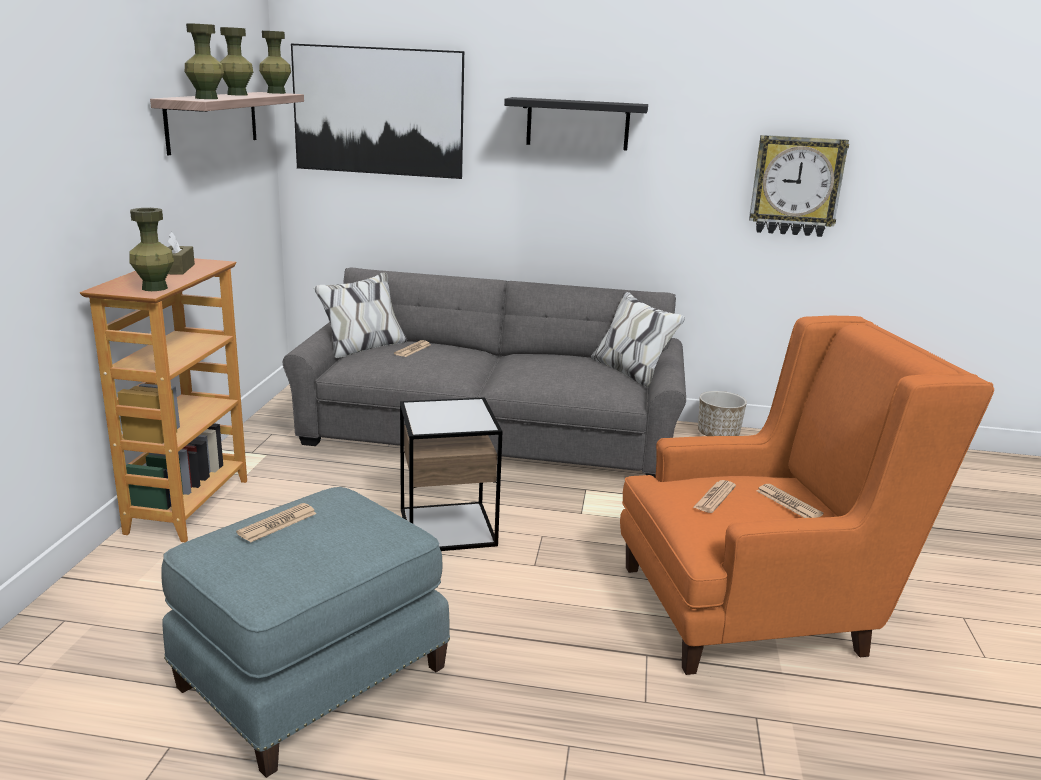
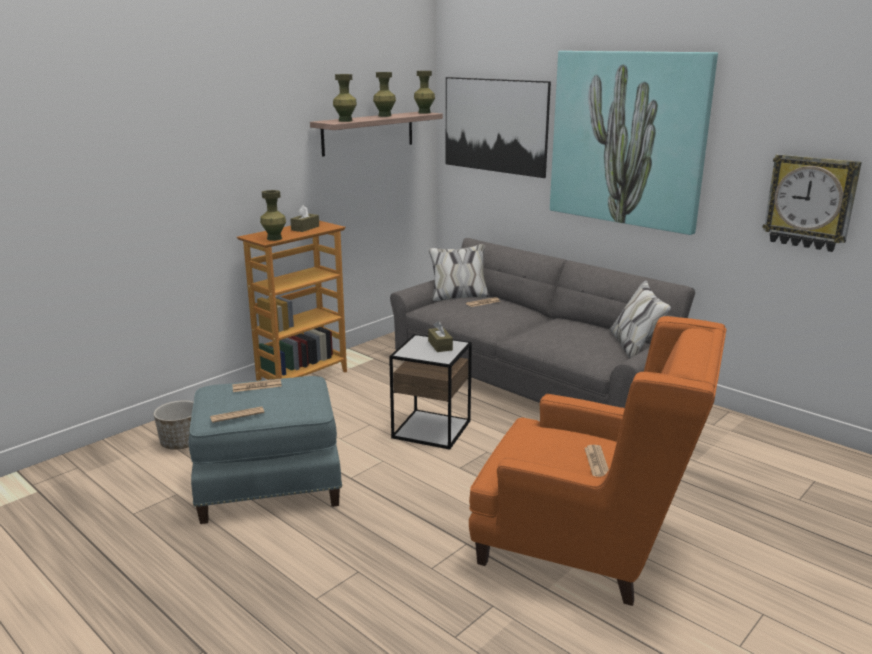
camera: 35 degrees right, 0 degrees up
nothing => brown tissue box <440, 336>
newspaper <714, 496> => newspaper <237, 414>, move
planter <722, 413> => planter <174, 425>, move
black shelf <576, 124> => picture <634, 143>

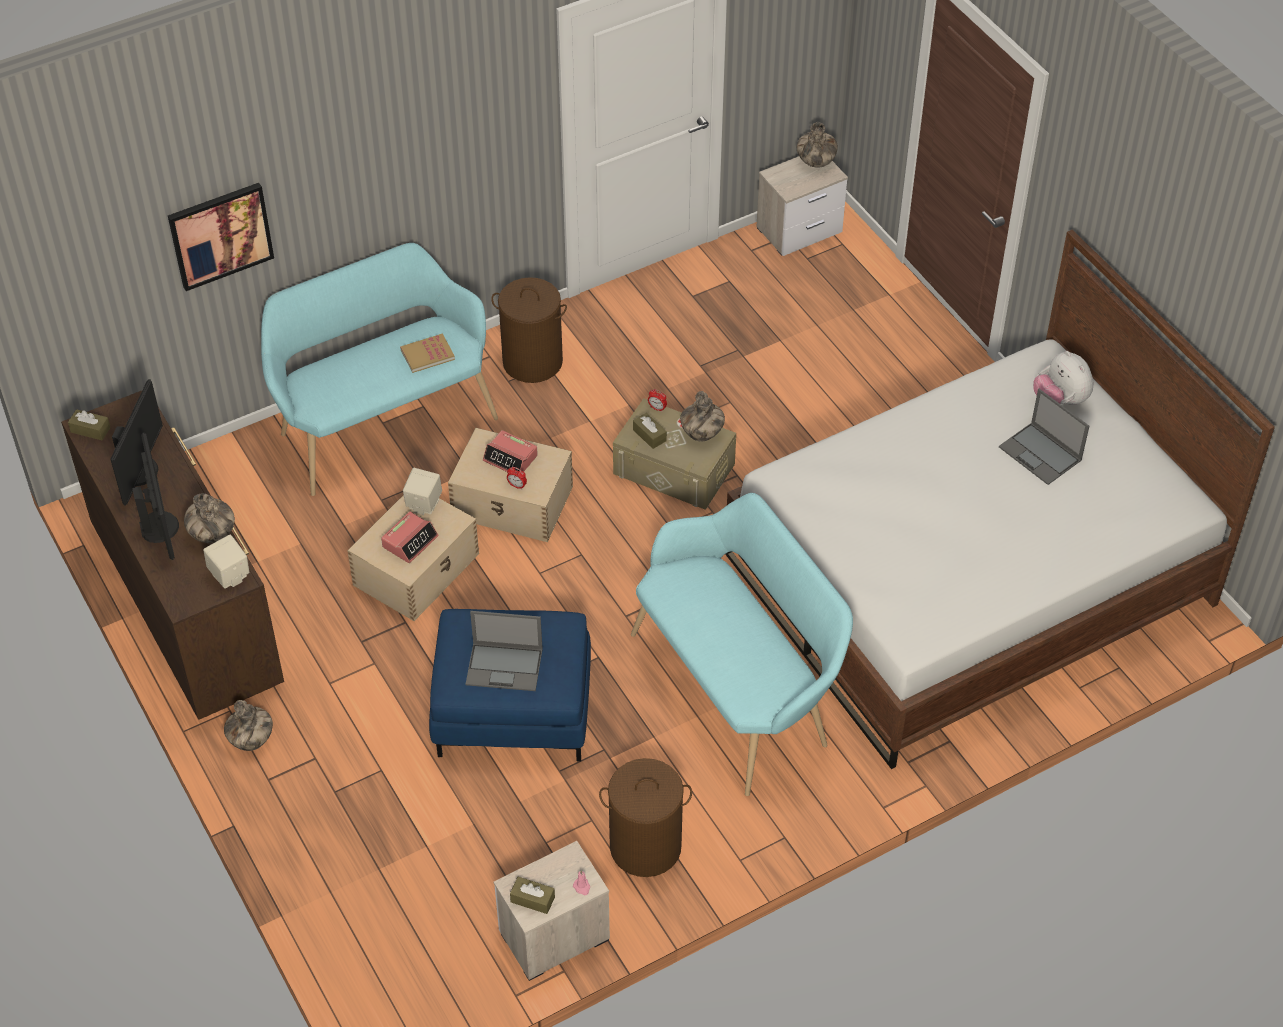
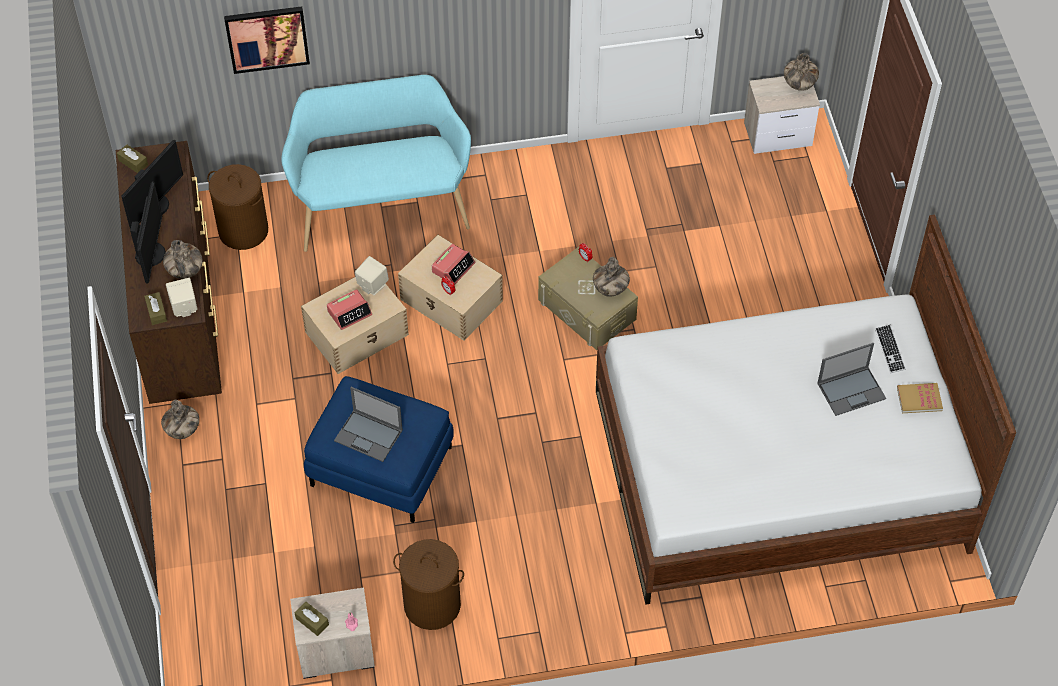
camera: 20 degrees right, 5 degrees up
turquoise bench <742, 644> => nothing
book <427, 353> => book <920, 398>, move
brown laundry basket <529, 330> => brown laundry basket <237, 207>, move
brown tissue box <650, 431> => brown tissue box <155, 308>, move
plush toy <1063, 378> => keyboard <890, 349>
alarm clock <510, 451> => alarm clock <453, 264>, 105 degrees counterclockwise
laptop <1044, 437> => laptop <851, 379>, 90 degrees counterclockwise

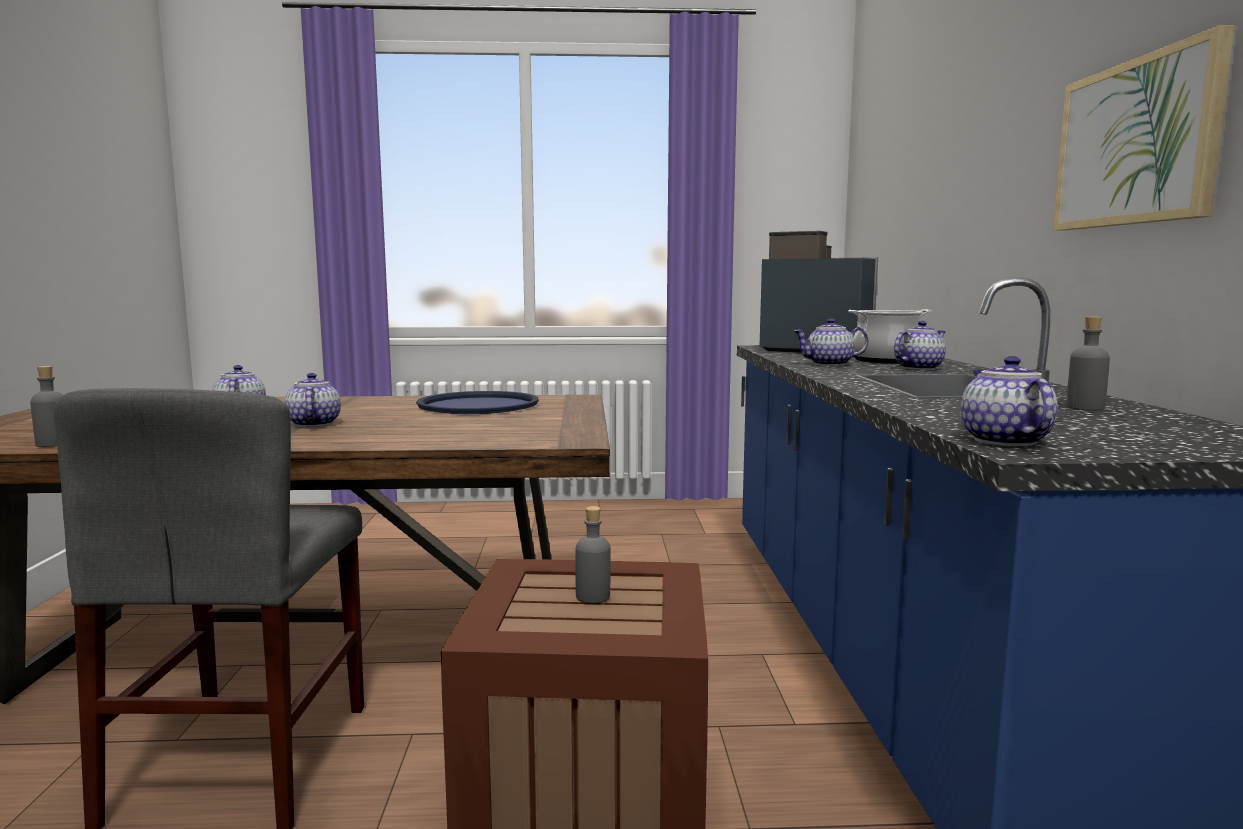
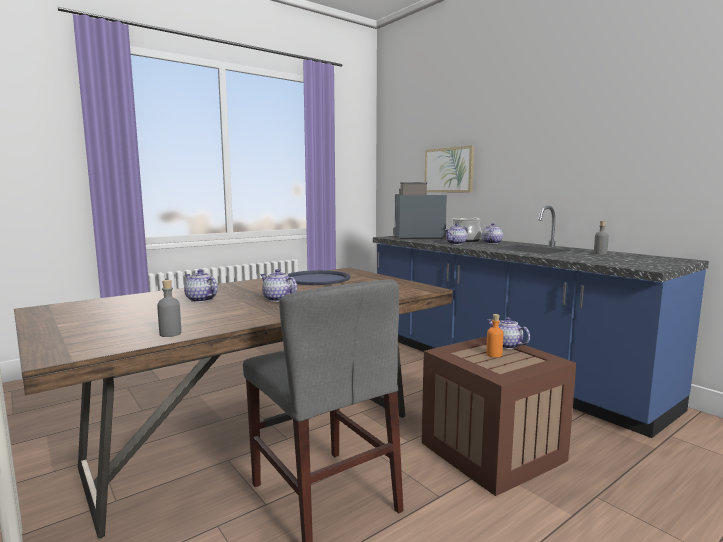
camera: 35 degrees left, 0 degrees up
teapot <1009, 401> => teapot <509, 333>, move
picture <1144, 128> => picture <449, 168>, move
grey bottle <593, 555> => orange bottle <494, 335>

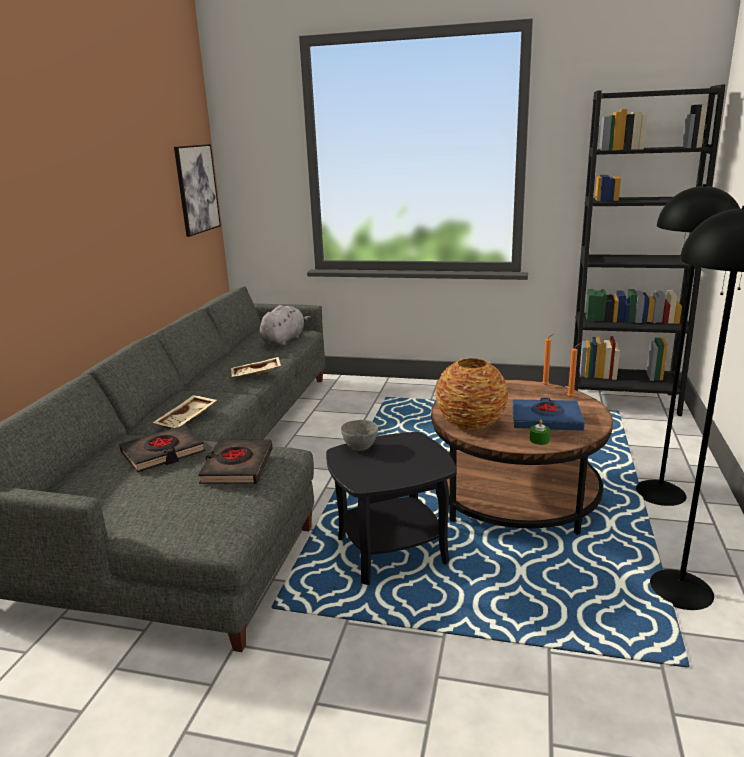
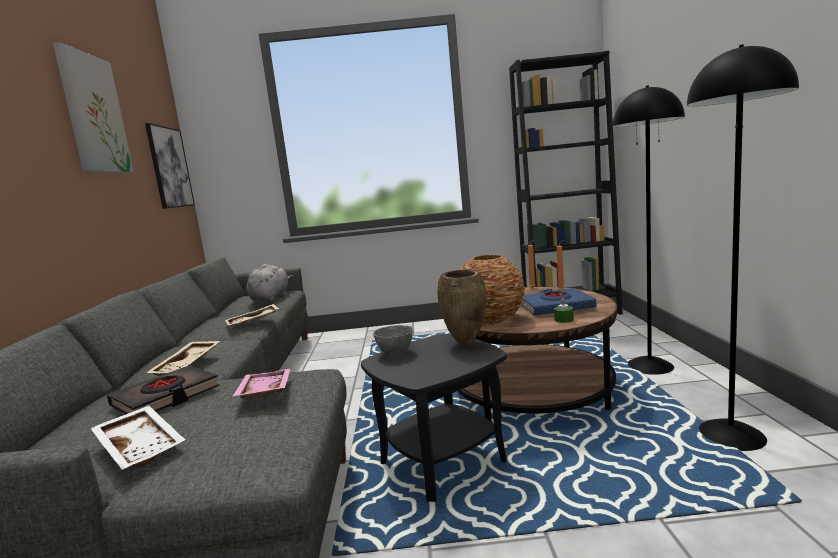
camera: 15 degrees left, 10 degrees down
nothing => picture <93, 107>
nothing => white tray <138, 438>
nothing => brown vase <461, 307>
black book <235, 462> => pink tray <261, 383>

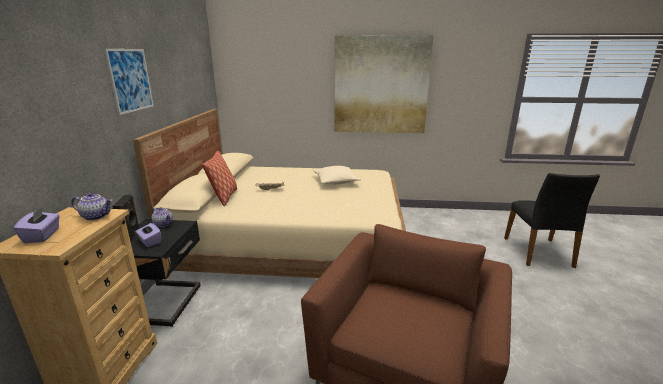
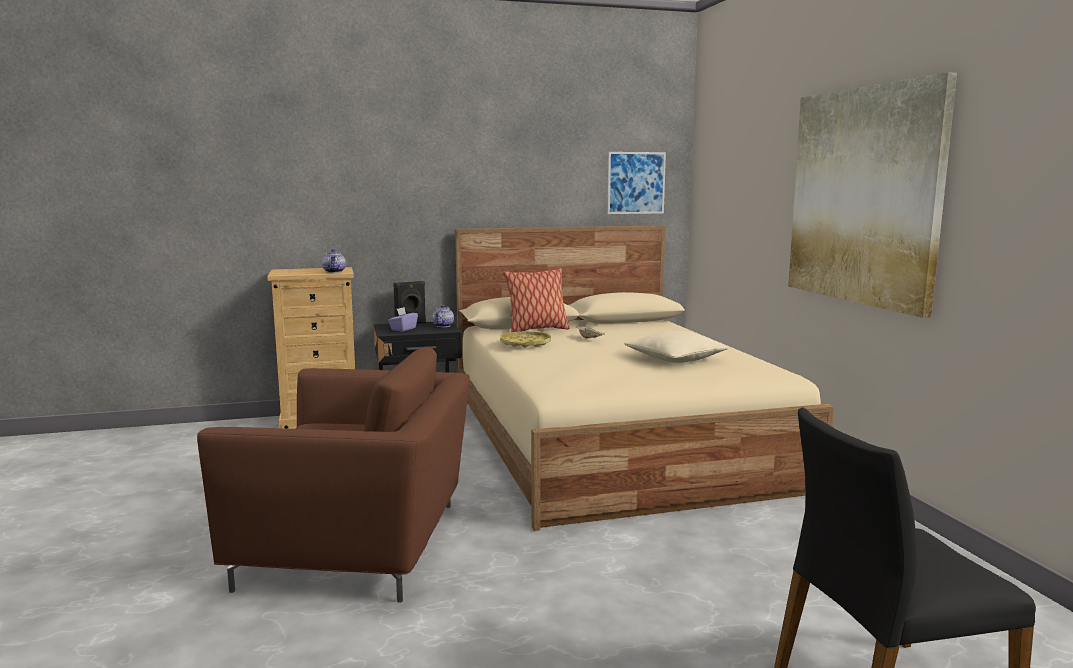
camera: 70 degrees right, 10 degrees down
purple tissue box <37, 225> => nothing
nothing => yellow tray <525, 339>
picture <129, 82> => picture <636, 183>, move

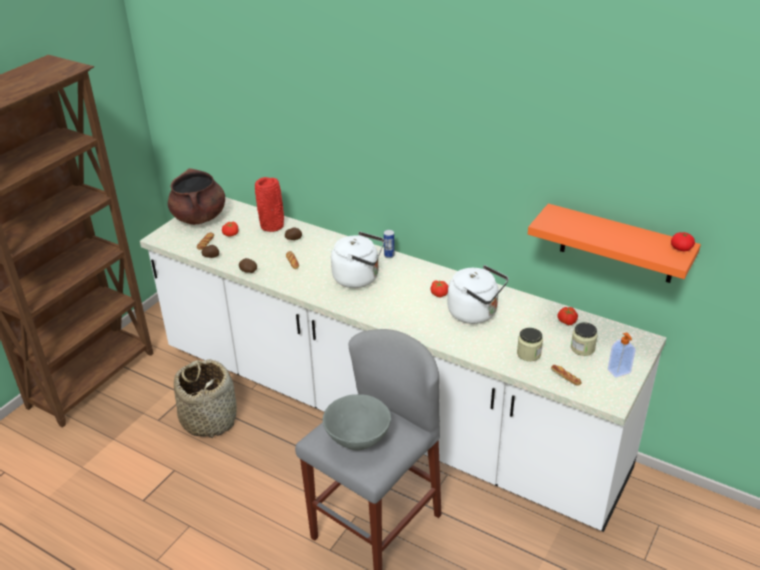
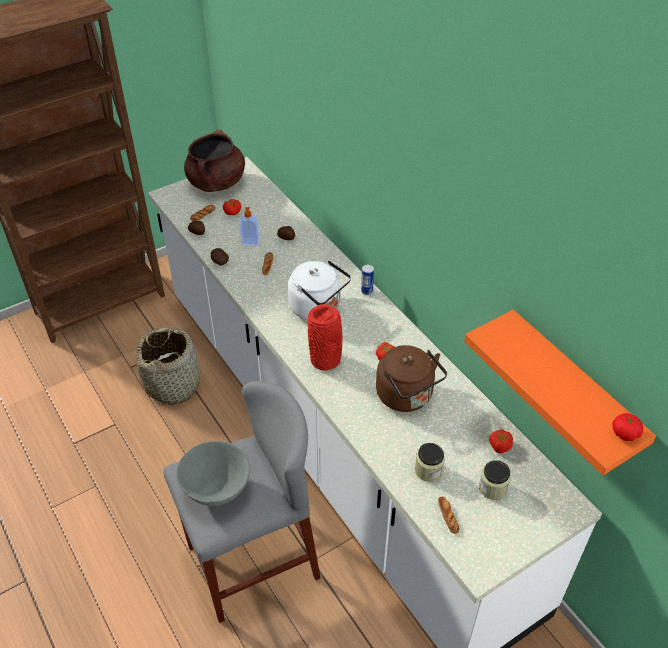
camera: 25 degrees right, 10 degrees up
red vase <269, 204> => red vase <325, 337>, move
soap dispenser <622, 354> => soap dispenser <249, 226>, move
white kettle <477, 294> => brown kettle <411, 378>

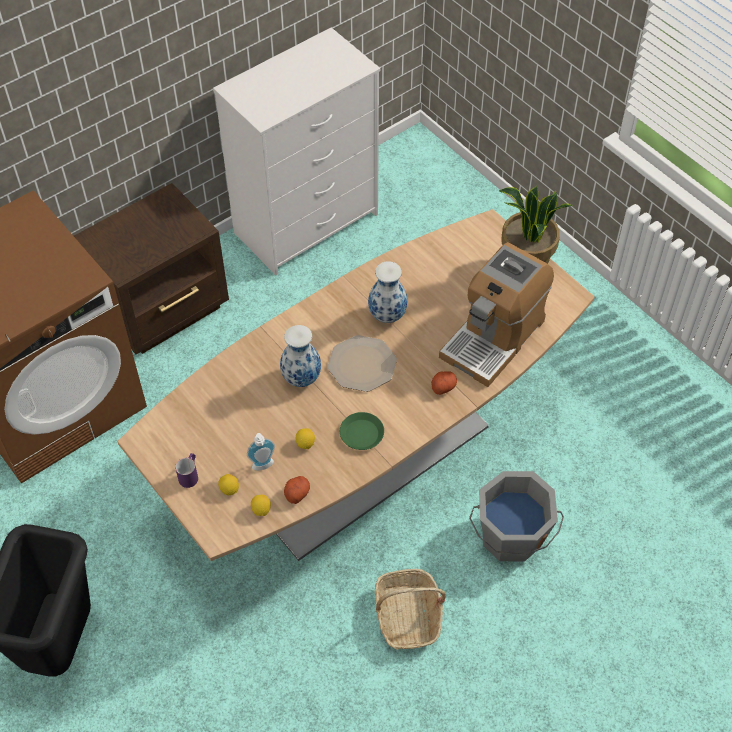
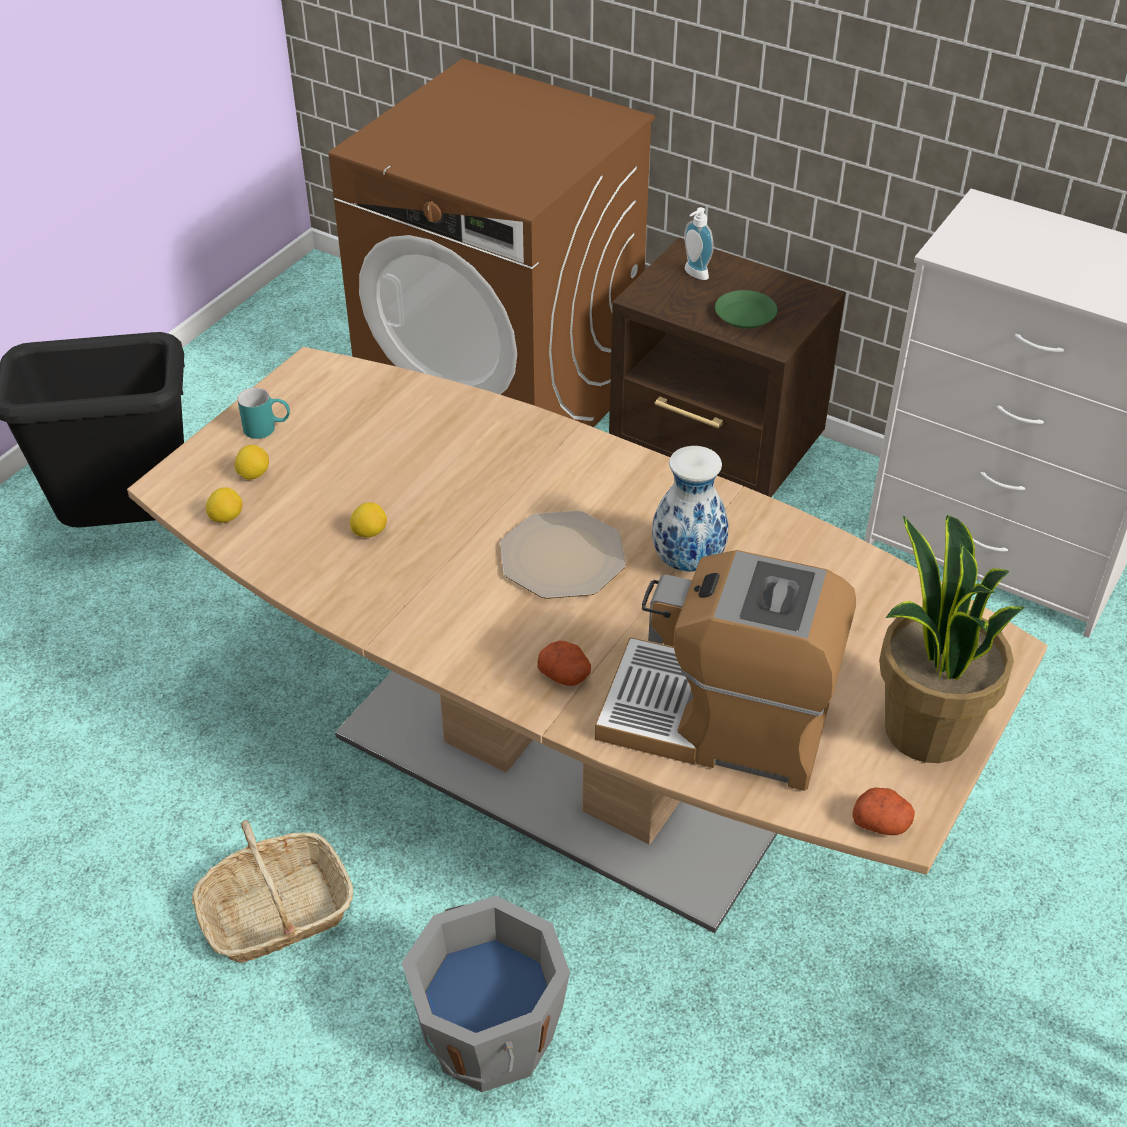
camera: 70 degrees right, 10 degrees down
vase <300, 356> => nothing
soap dispenser <261, 451> => soap dispenser <699, 243>, move
potato <297, 490> => potato <883, 811>, move
green plate <362, 431> => green plate <746, 309>, move
purple mug <186, 470> => turquoise mug <263, 413>

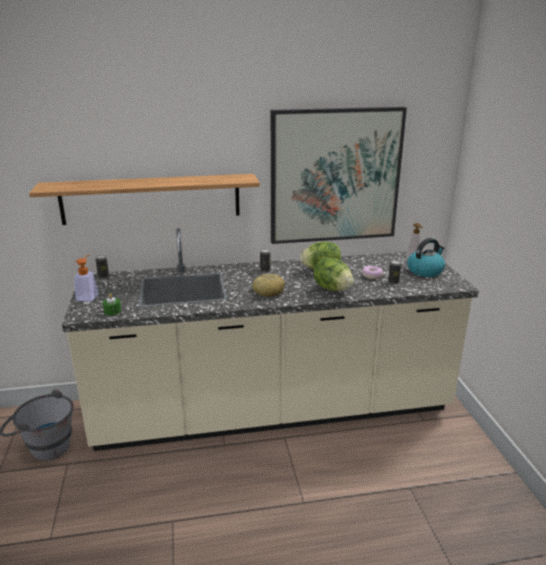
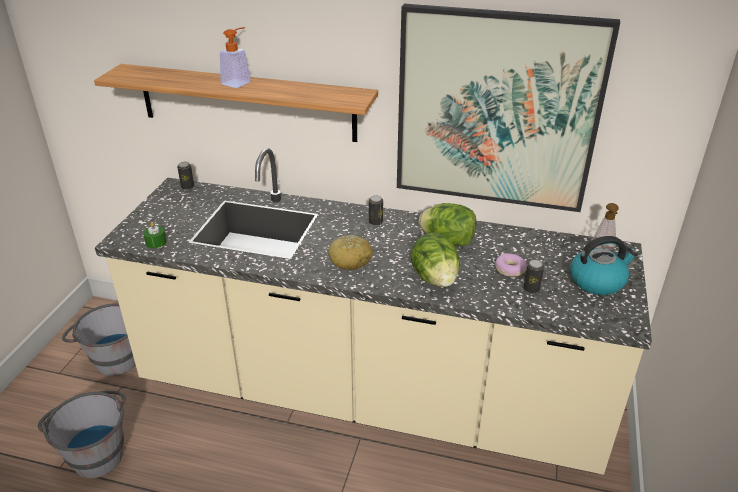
camera: 25 degrees right, 10 degrees up
nothing => grey bucket <82, 434>
soap dispenser <86, 278> => soap dispenser <235, 57>, move

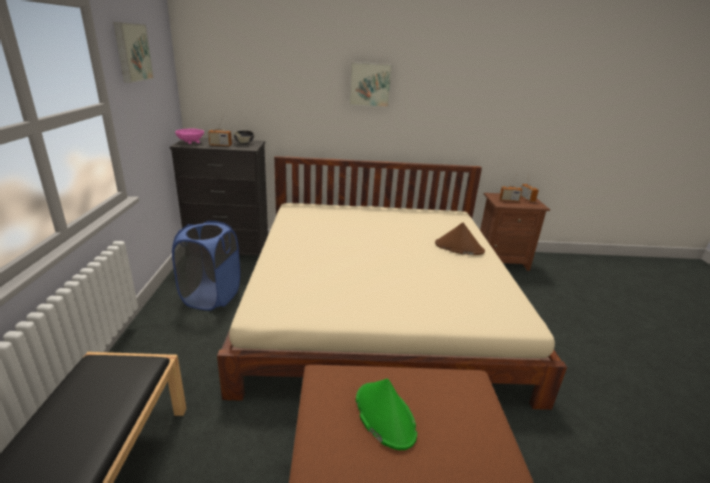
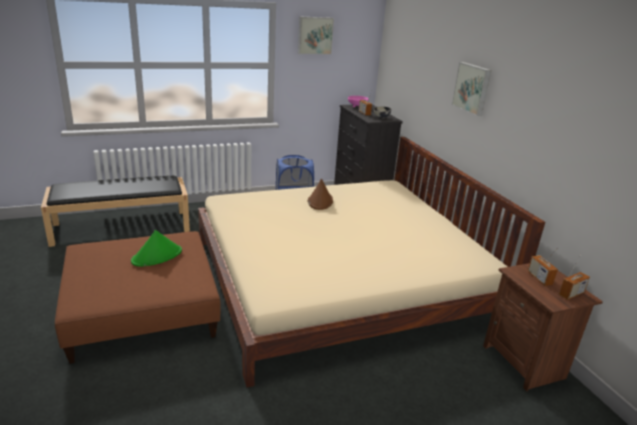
camera: 70 degrees right, 0 degrees up
brown hat <460, 238> => brown hat <320, 194>, move

